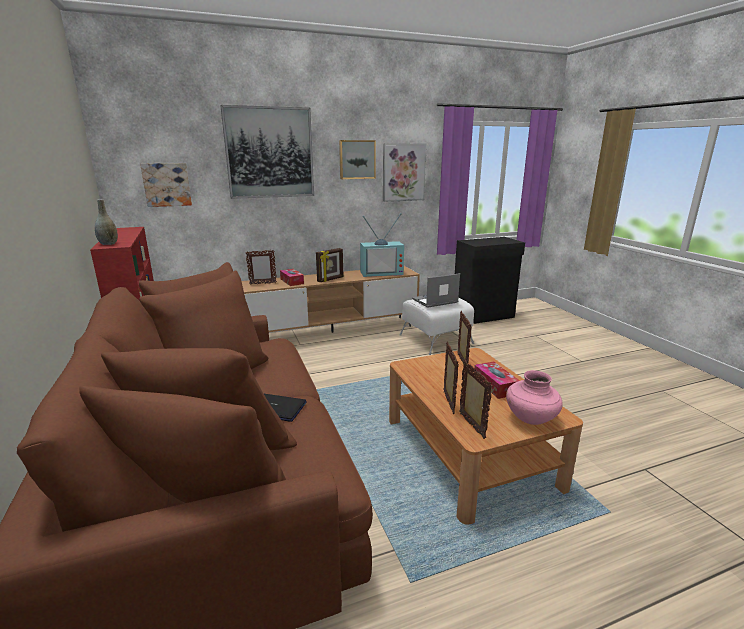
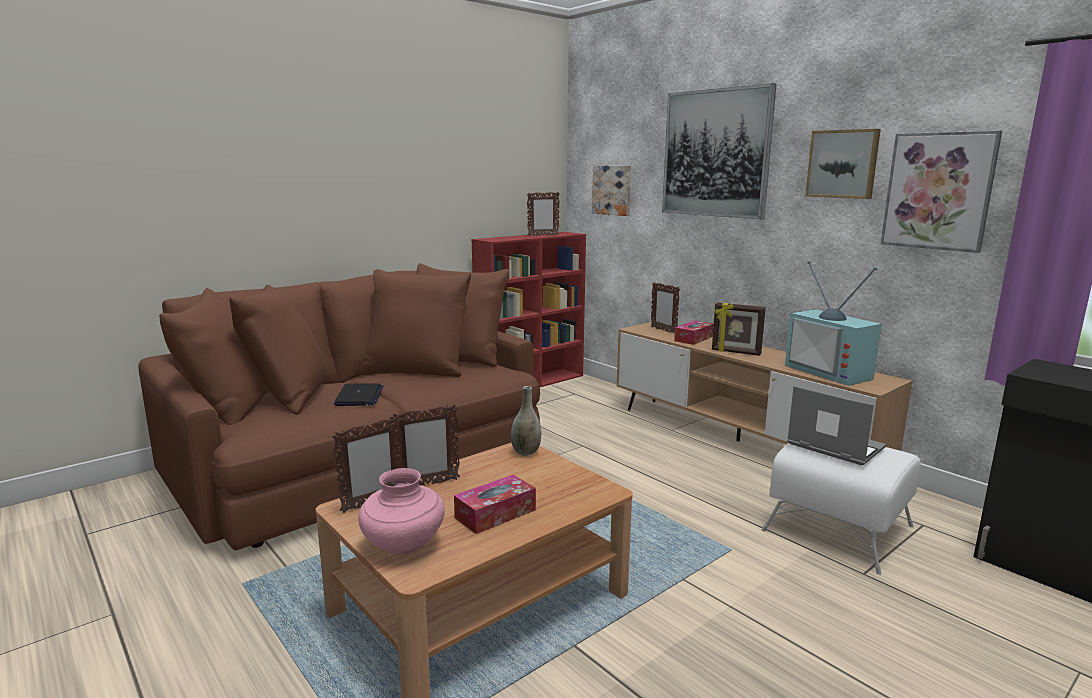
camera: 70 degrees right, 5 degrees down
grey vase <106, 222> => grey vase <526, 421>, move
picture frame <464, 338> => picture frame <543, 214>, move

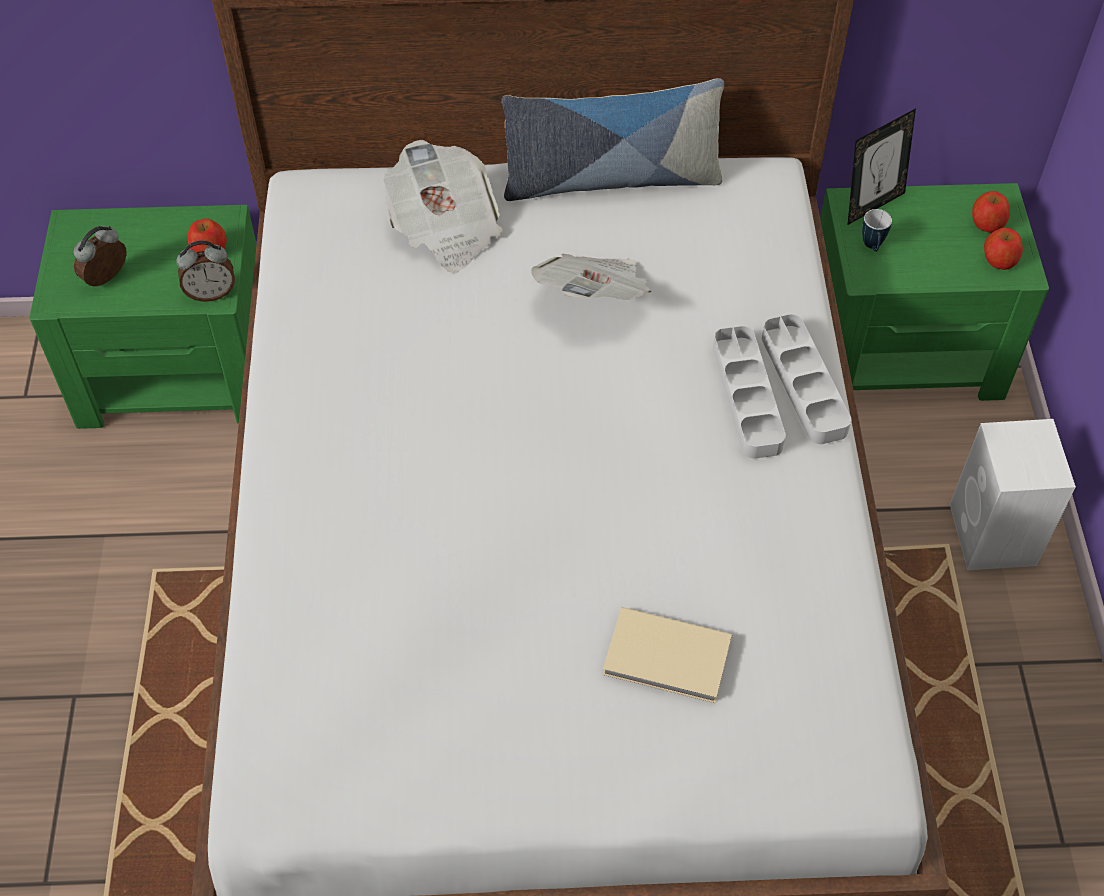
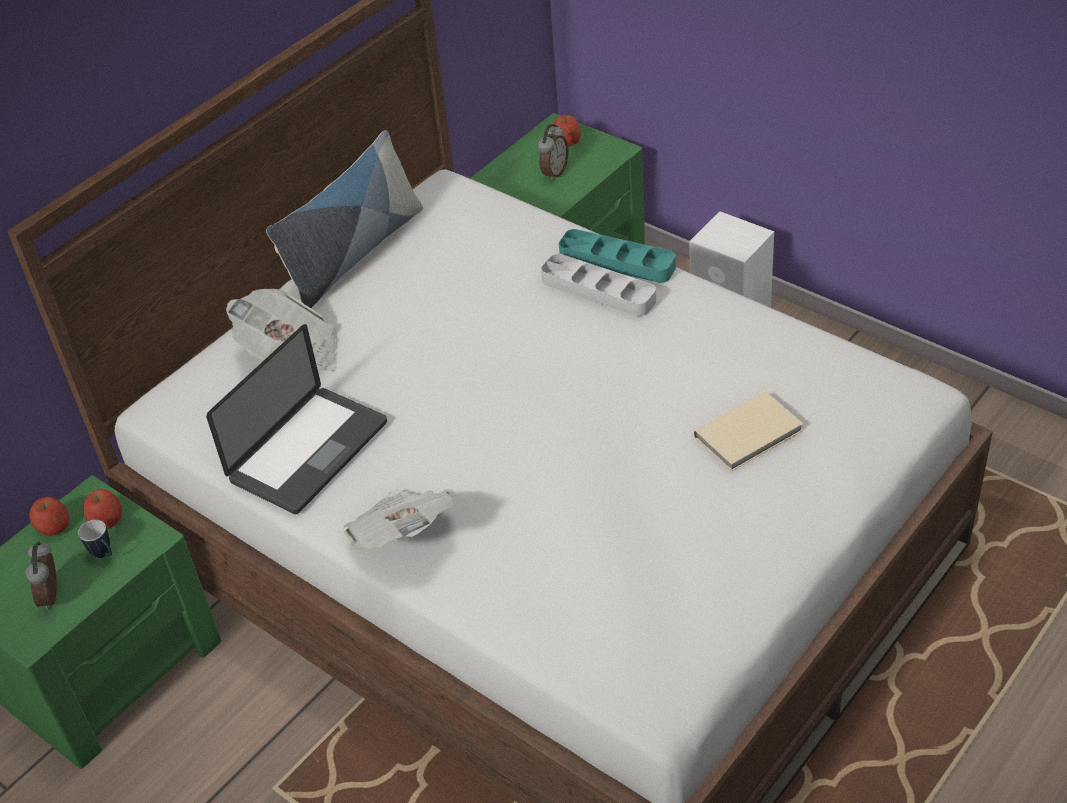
camera: 45 degrees left, 10 degrees down
picture frame <882, 166> => nothing
nothing => laptop <296, 419>
alarm clock <206, 271> => alarm clock <553, 152>, move
newspaper <591, 277> => newspaper <398, 519>, move
mug <877, 230> => mug <95, 539>, move
apple <1003, 249> => apple <49, 516>, move
grey tray <806, 379> => turquoise tray <617, 256>

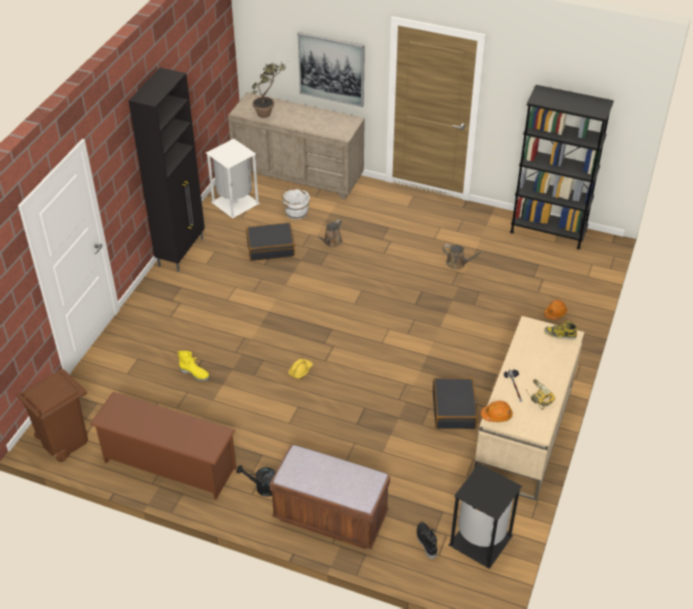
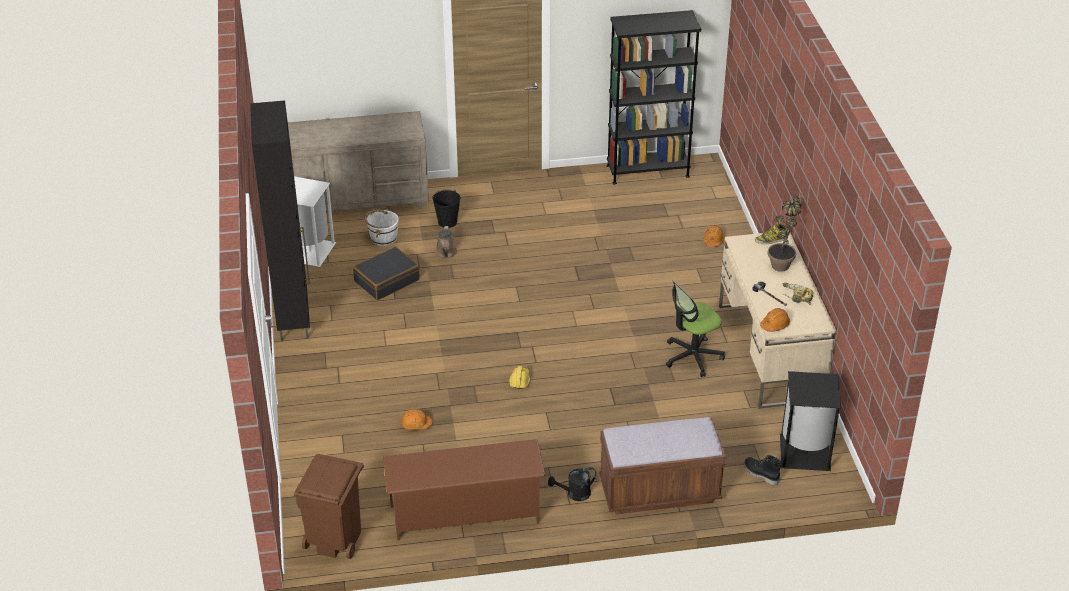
camera: 30 degrees left, 5 degrees down
picture <331, 69> => nothing
brown watering can <463, 257> => nothing
nothing => black bucket <446, 209>
potted plant <269, 89> => potted plant <786, 233>, move
yellow boot <194, 366> => orange hard hat <417, 419>
black suitcase <455, 403> => office chair <695, 328>

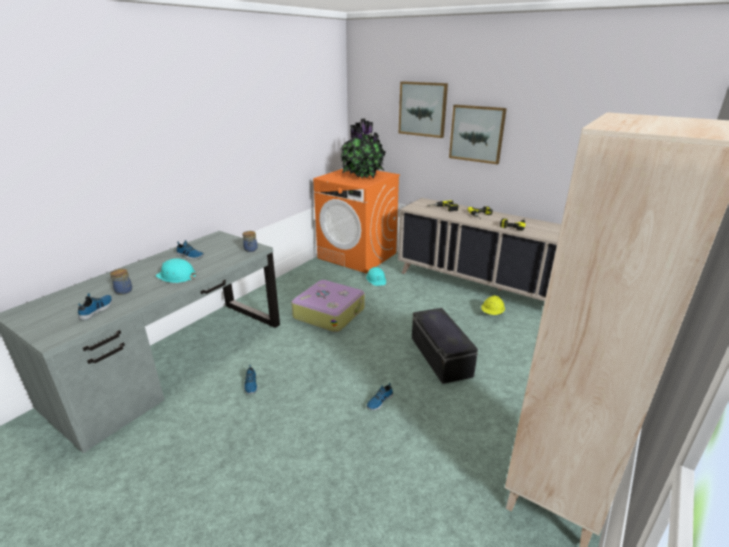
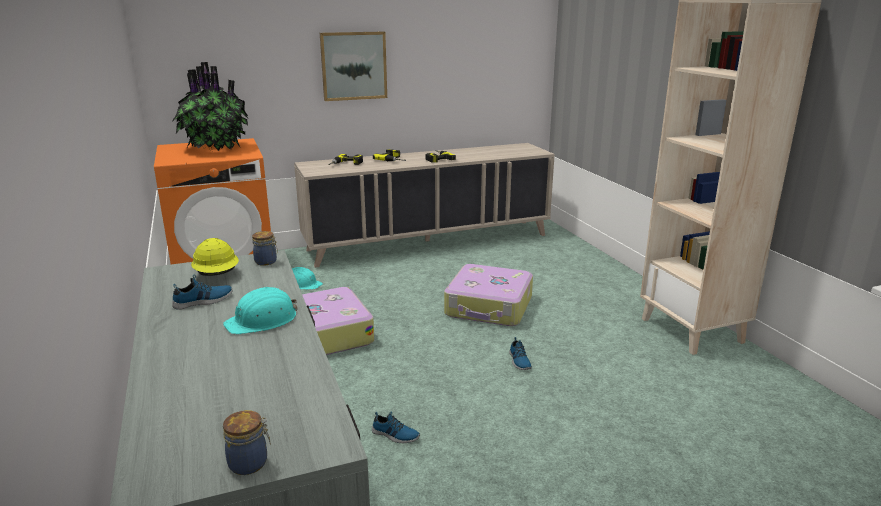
camera: 55 degrees left, 5 degrees down
shoe <95, 306> => nothing
picture <423, 109> => nothing
jar <121, 282> => jar <247, 442>, move
yellow hard hat <493, 305> => yellow hard hat <215, 257>, move
black storage box <445, 346> => suitcase <488, 295>

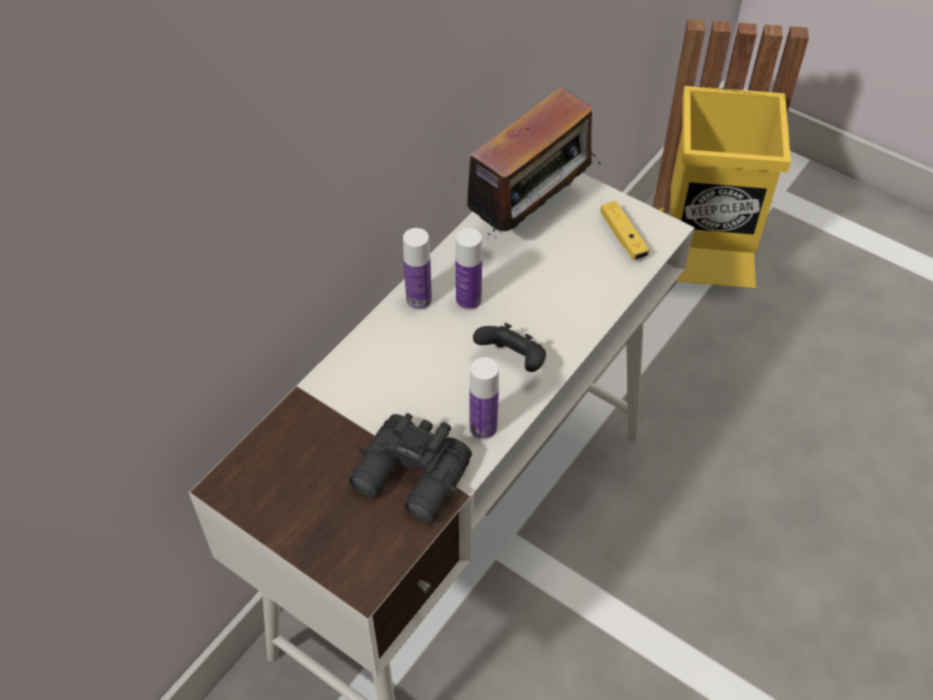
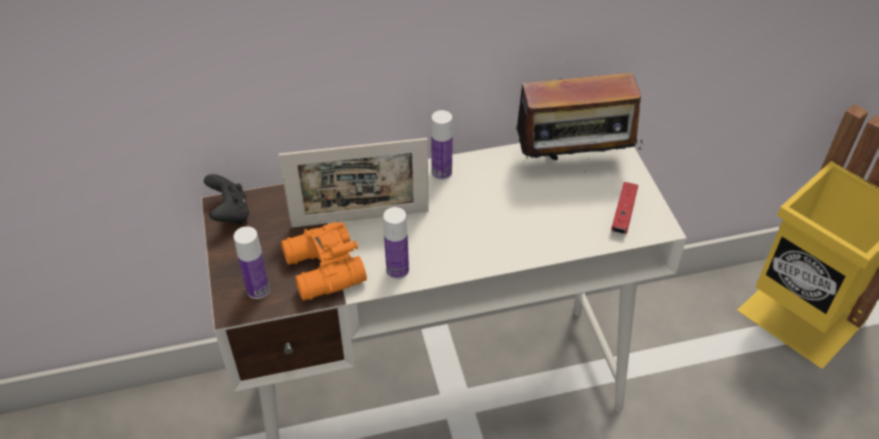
camera: 40 degrees right, 5 degrees down
nothing => picture frame <353, 182>
bottle <469, 269> => bottle <252, 262>, move
black game controller <509, 347> => black game controller <226, 199>, move
black binoculars <410, 468> => orange binoculars <324, 261>
yellow game controller <625, 230> => red game controller <624, 208>

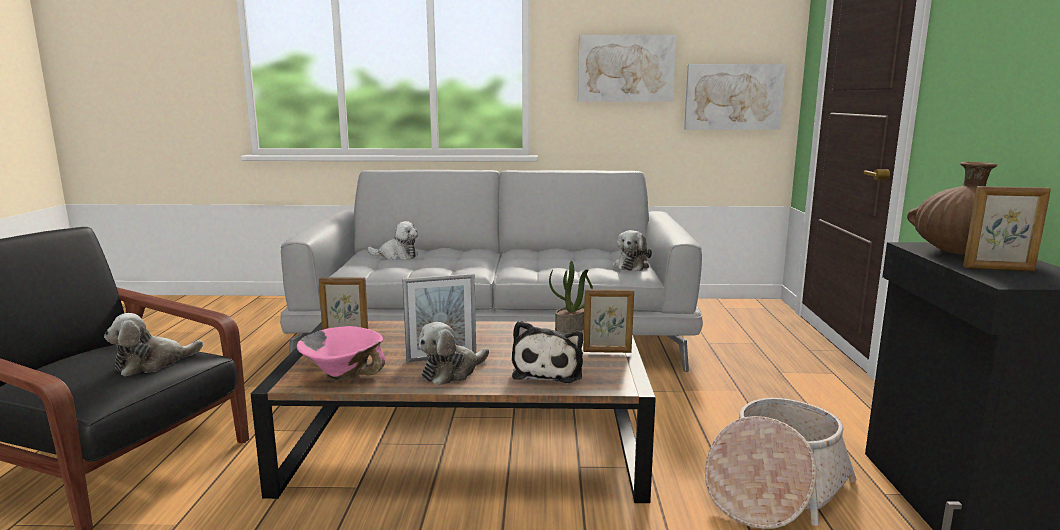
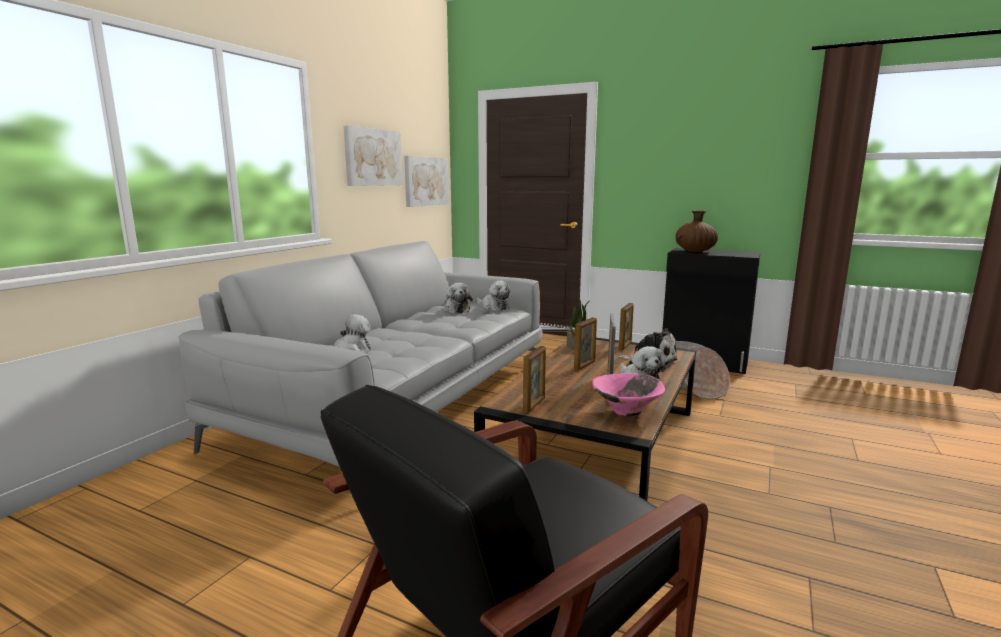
camera: 65 degrees left, 0 degrees up
plush toy <153, 344> => plush toy <458, 298>, move
picture frame <1007, 228> => picture frame <585, 344>, move

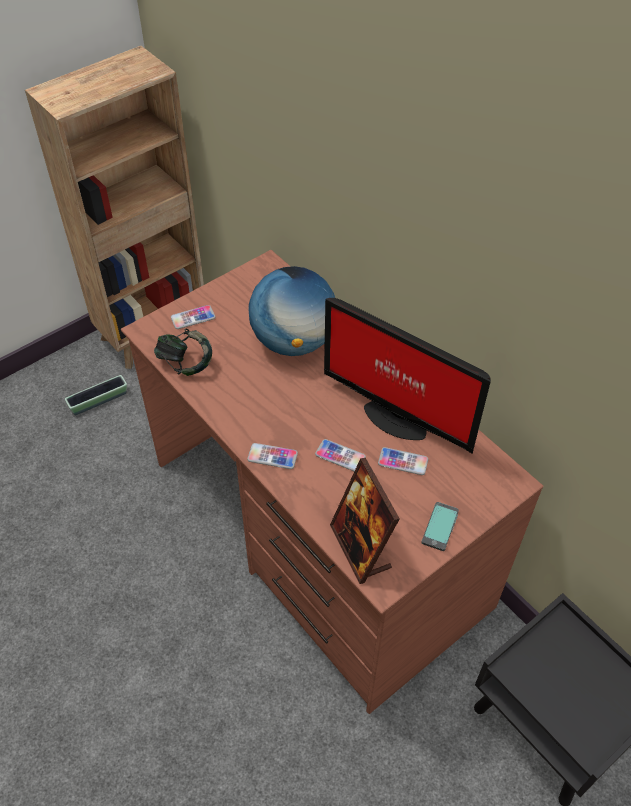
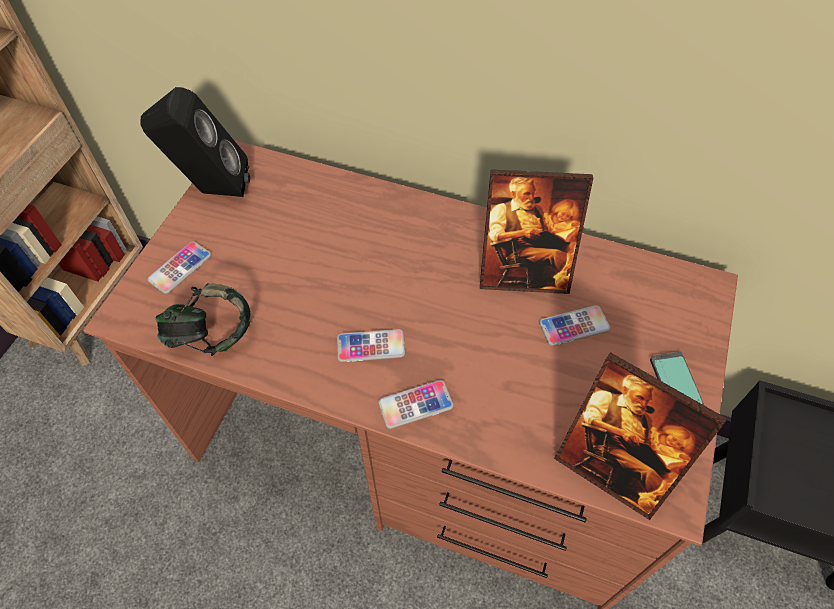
camera: 30 degrees left, 5 degrees up
planter <96, 395> => nothing
globe <292, 311> => nothing
nothing => black speaker <195, 142>
phone <340, 455> => phone <371, 345>, move
monitor <407, 375> => picture frame <536, 231>

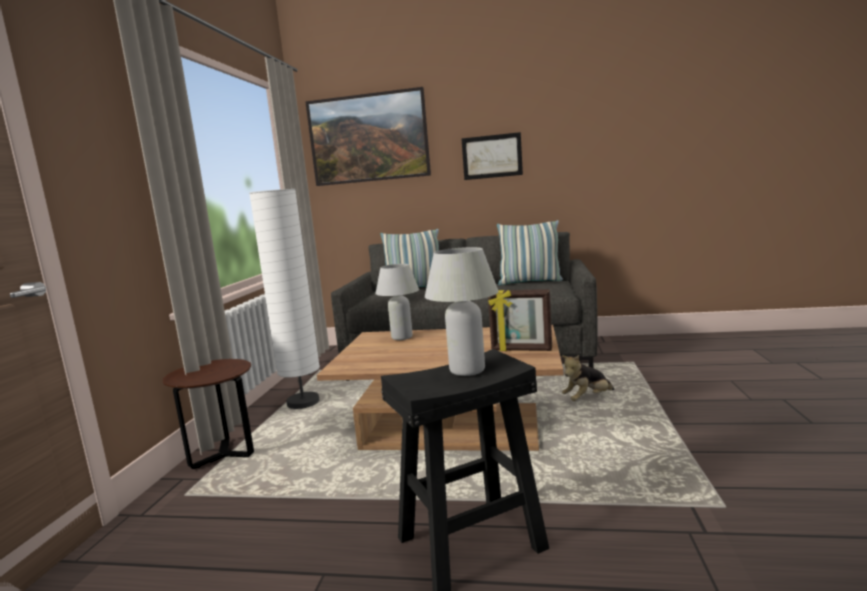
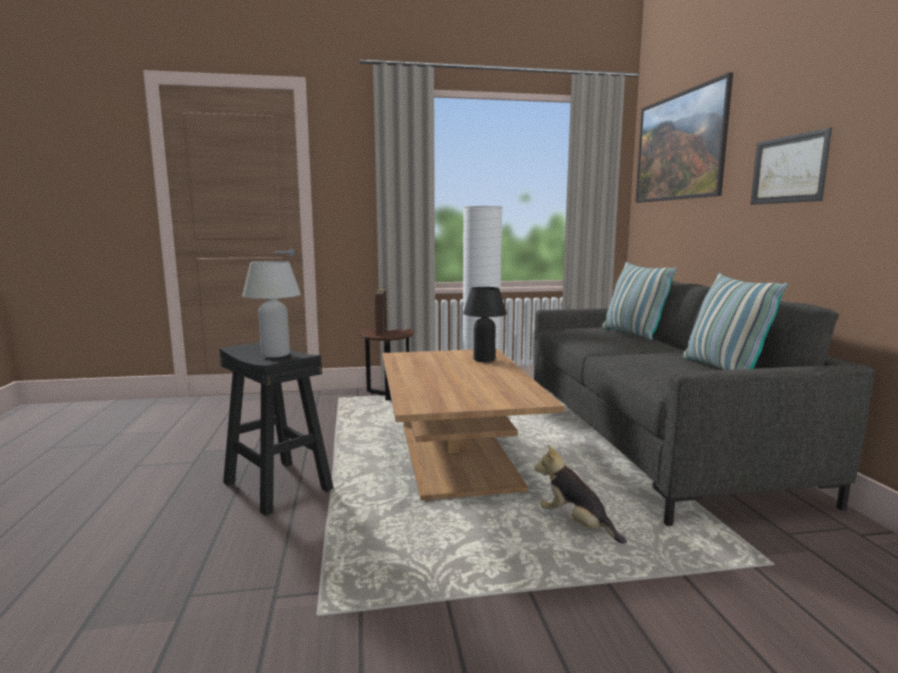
camera: 70 degrees right, 0 degrees up
picture frame <520, 320> => picture frame <381, 312>, move
white table lamp <397, 302> => black table lamp <485, 324>

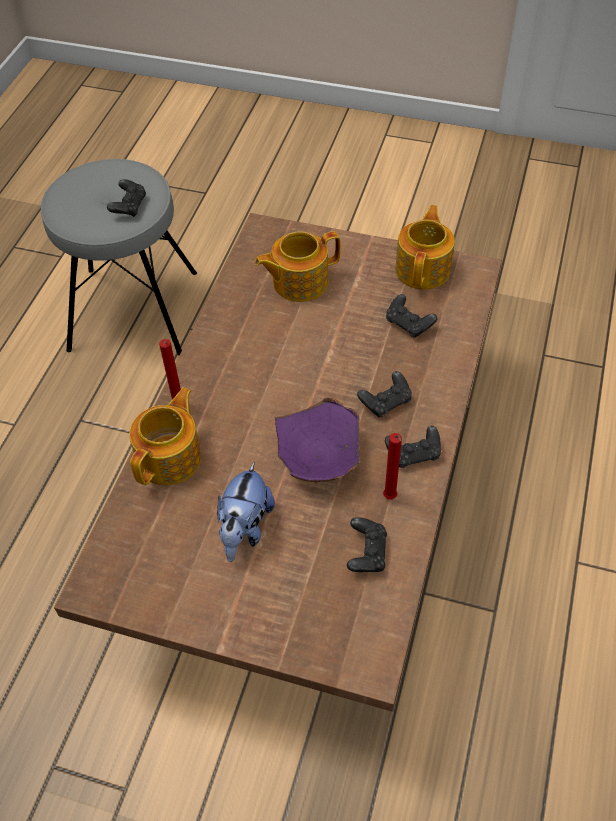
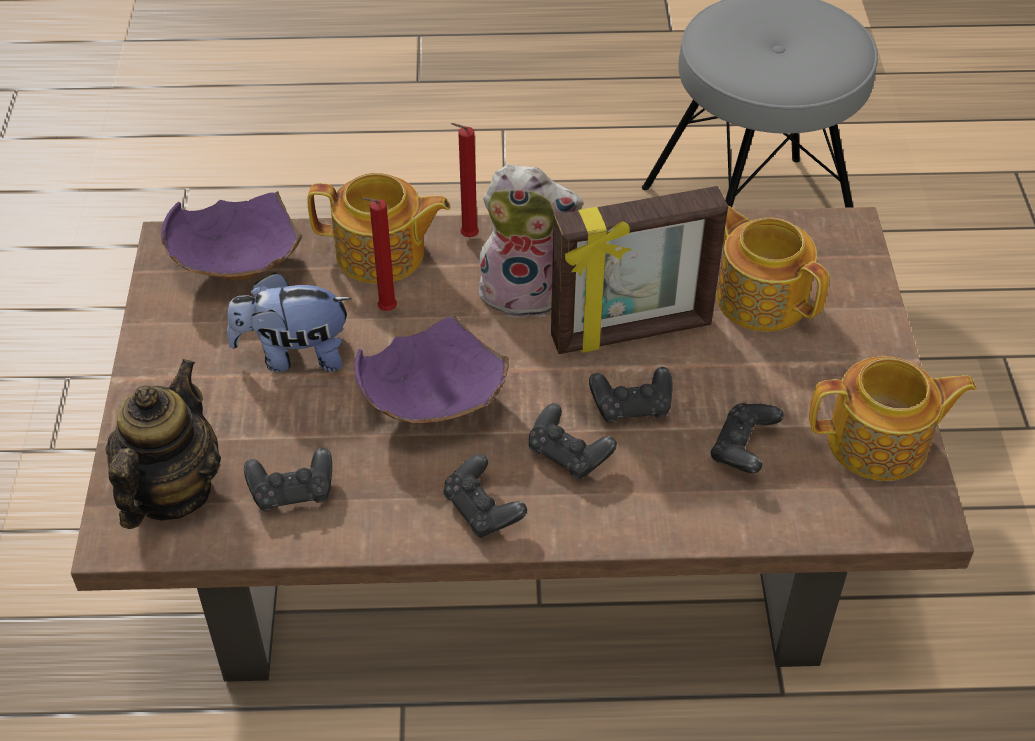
camera: 70 degrees right, 5 degrees down
nothing => teapot <163, 444>
nothing => purple bowl <231, 235>
nothing => plush toy <531, 240>
nothing => picture frame <639, 270>
black game controller <126, 198> => black game controller <631, 395>, move
red candle <392, 466> => red candle <379, 254>, move

